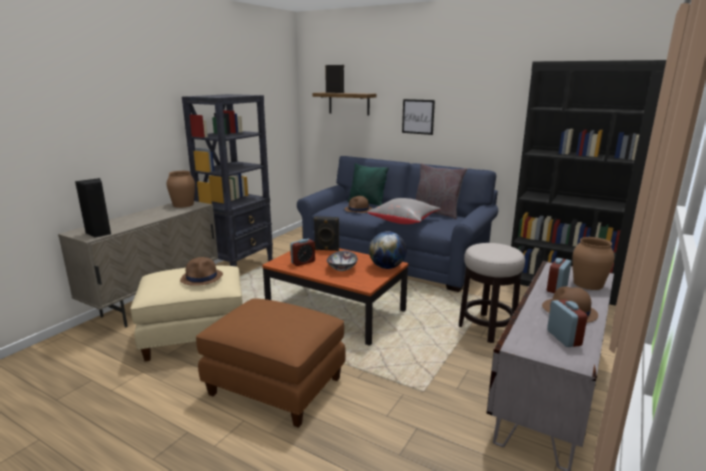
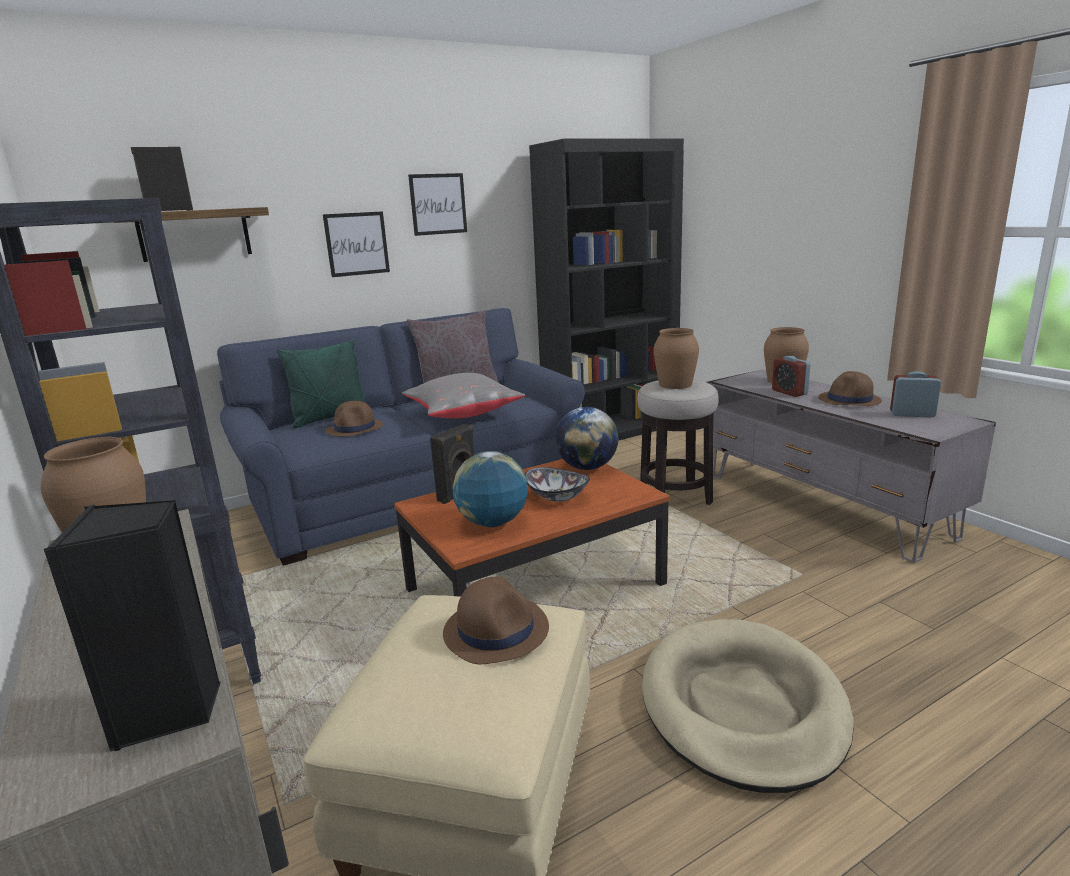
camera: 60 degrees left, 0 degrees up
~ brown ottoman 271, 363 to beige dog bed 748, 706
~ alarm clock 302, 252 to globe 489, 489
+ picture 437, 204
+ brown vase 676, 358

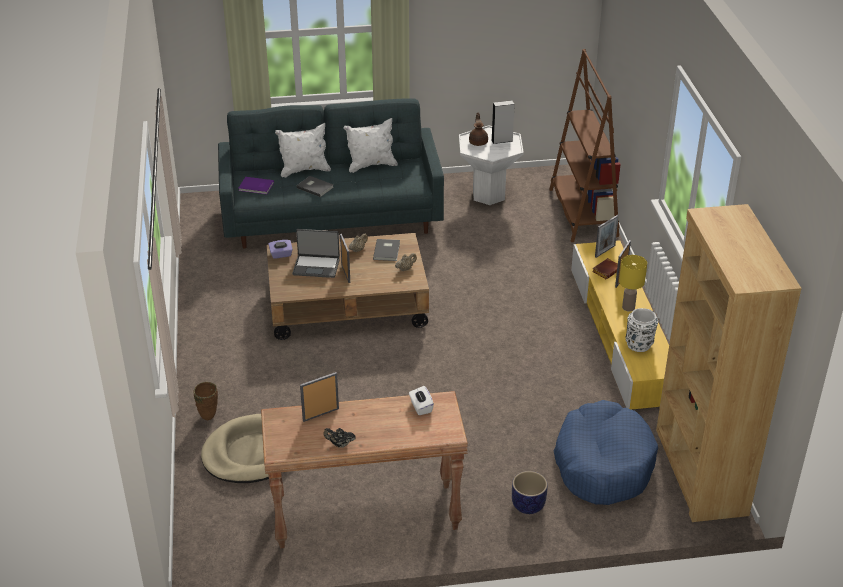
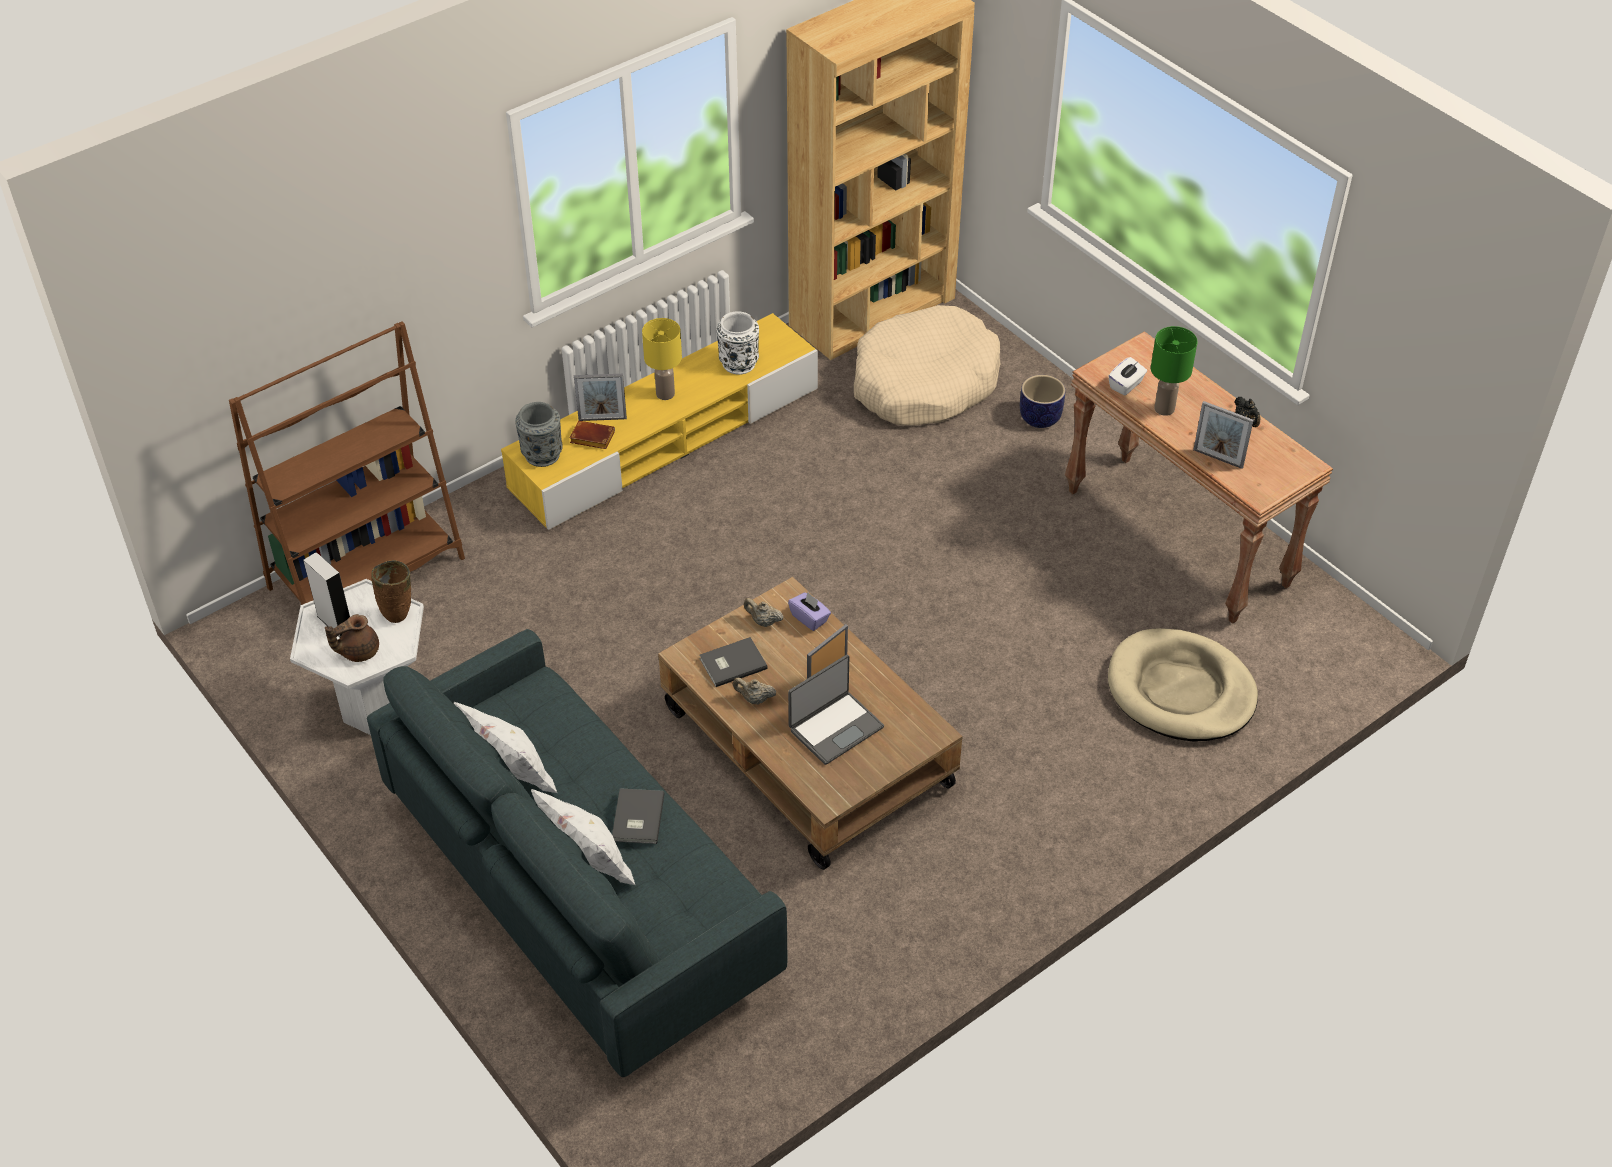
camera: 120 degrees left, 10 degrees up
~ brown vase 205, 401 to 391, 591
- purple book 256, 185
~ purple tissue box 280, 249 to 809, 611
~ laptop 316, 253 = 836, 709 75 degrees clockwise
~ blue dog bed 606, 452 to beige dog bed 927, 365
~ picture frame 607, 236 to grey vase 539, 434
+ green table lamp 1174, 371

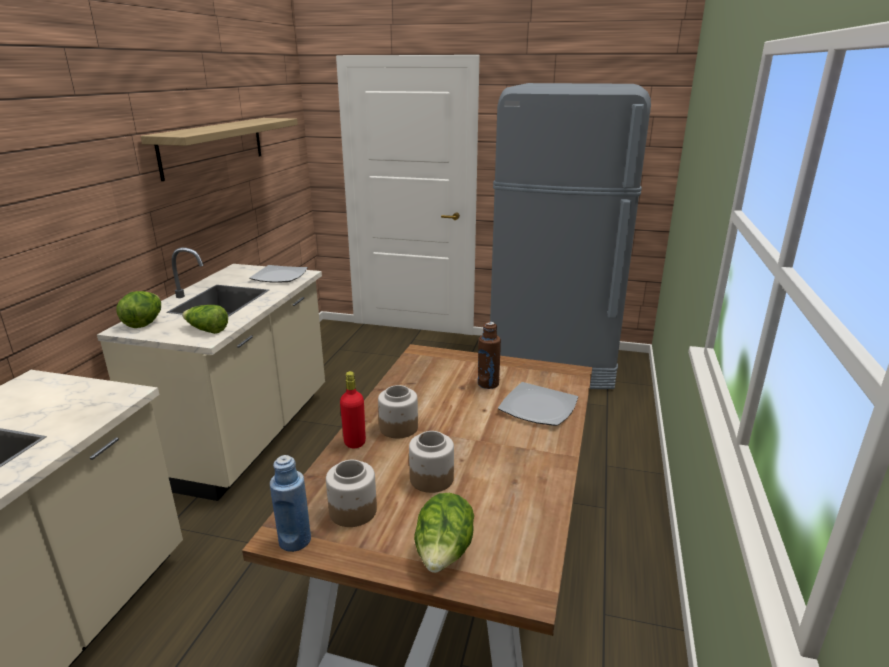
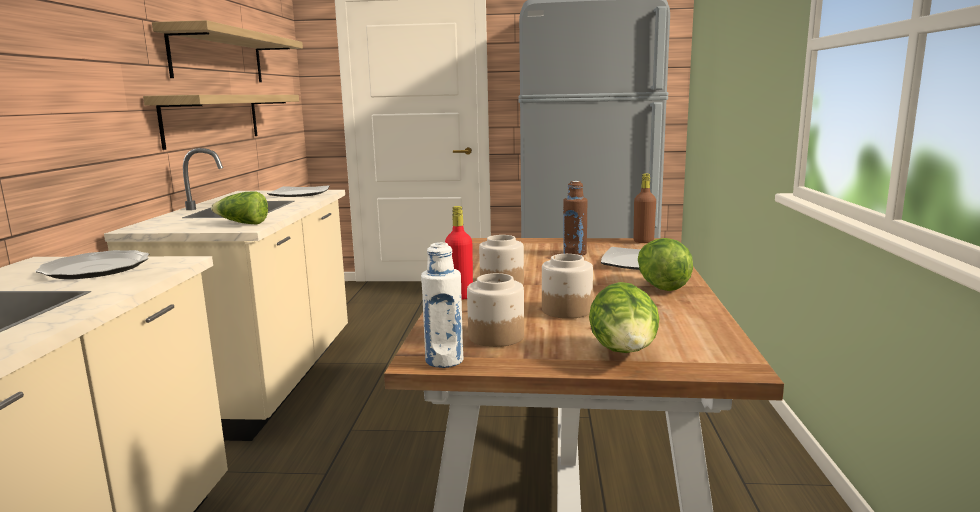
camera: 10 degrees left, 10 degrees down
~ lettuce 139, 309 to 665, 264
~ blue bottle 290, 503 to white bottle 442, 305
+ plate 92, 264
+ shelf 221, 122
+ brown bottle 644, 208

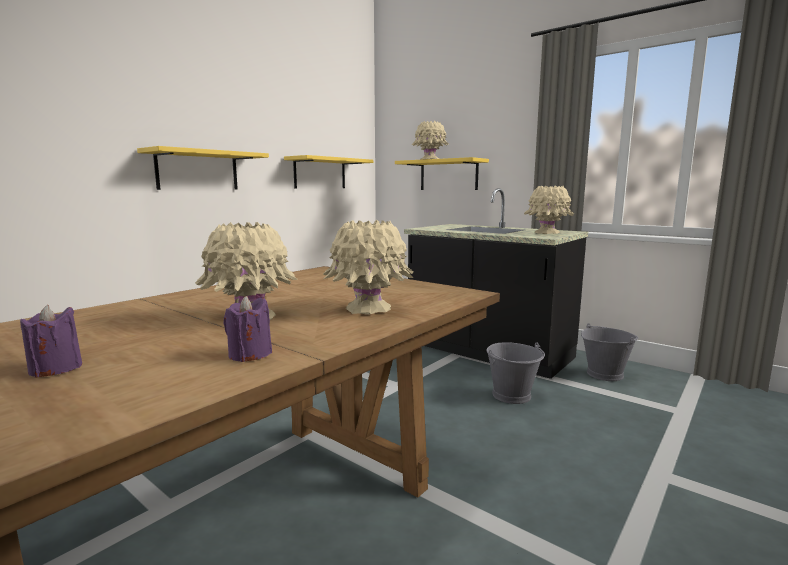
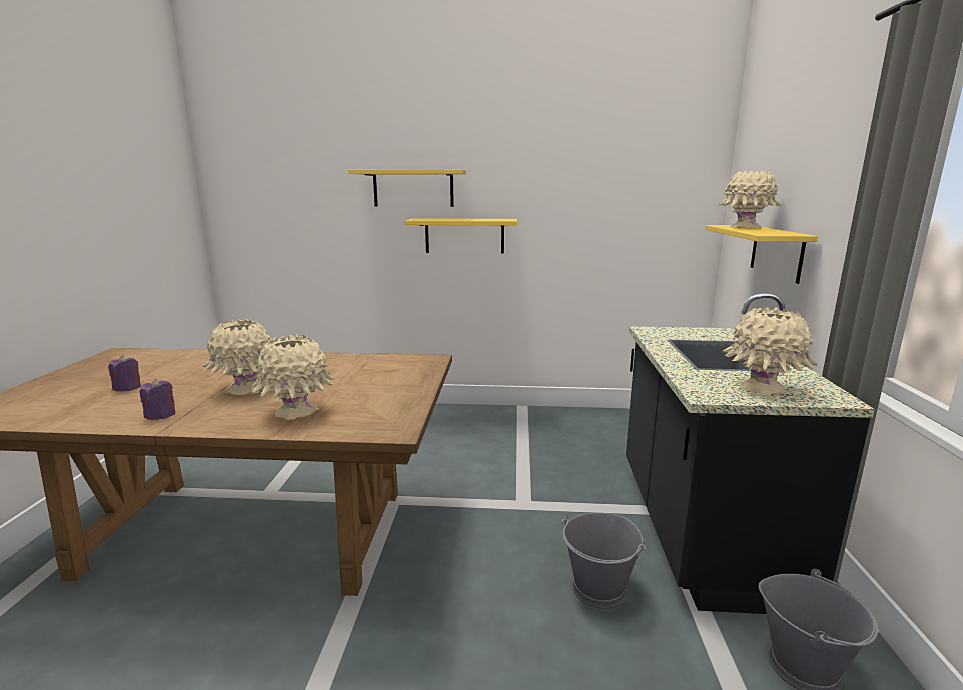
camera: 55 degrees right, 5 degrees up
~ yellow shelf 328, 171 to 407, 188

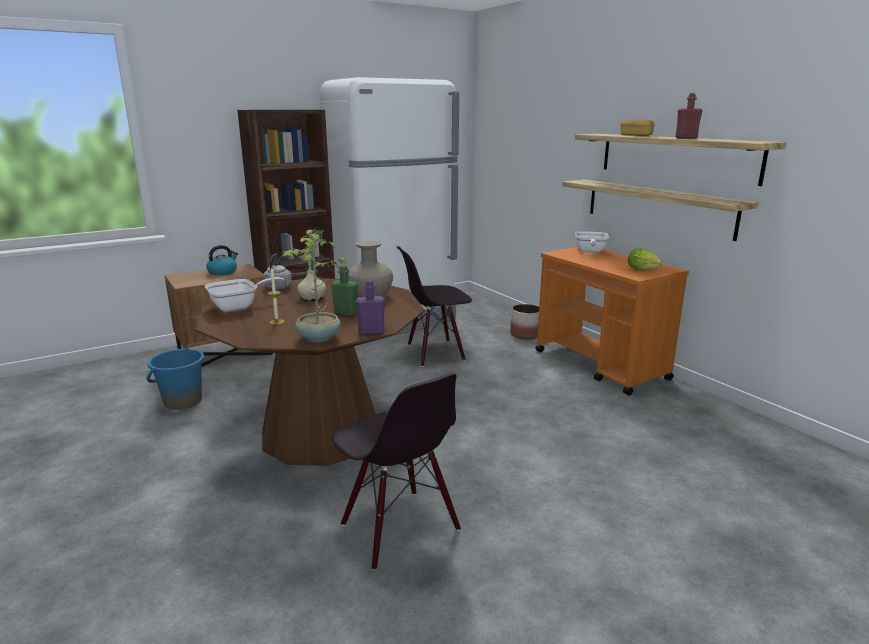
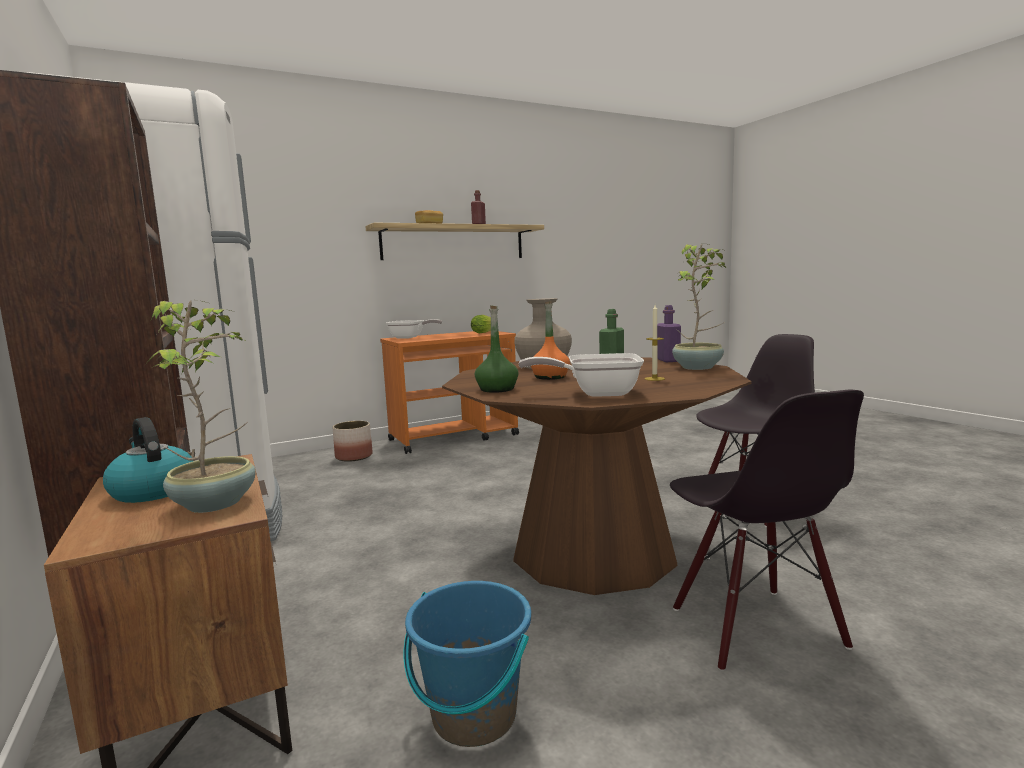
camera: 85 degrees left, 10 degrees down
~ frying pan 245, 294 = 581, 375 60 degrees counterclockwise
~ grey kettle 277, 272 to green bottle 497, 349
~ beige bottle 311, 273 to orange bottle 550, 340
~ black chair 434, 306 to 767, 531
- shelf 660, 210
+ potted plant 202, 406

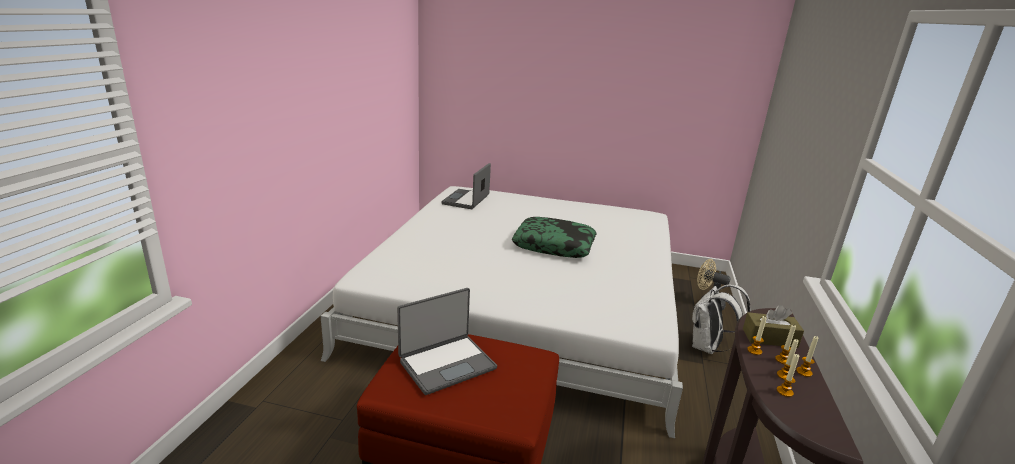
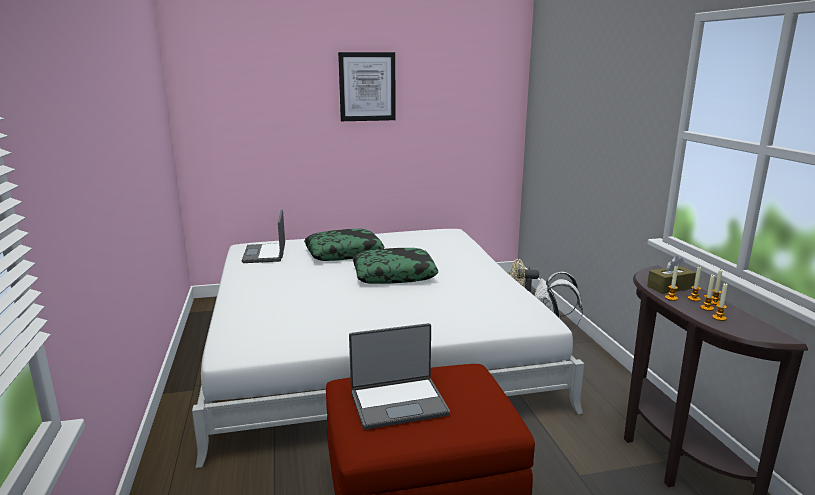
camera: 25 degrees left, 5 degrees down
~ laptop 447, 341 = 399, 376 45 degrees clockwise
+ pillow 344, 245
+ picture 367, 86

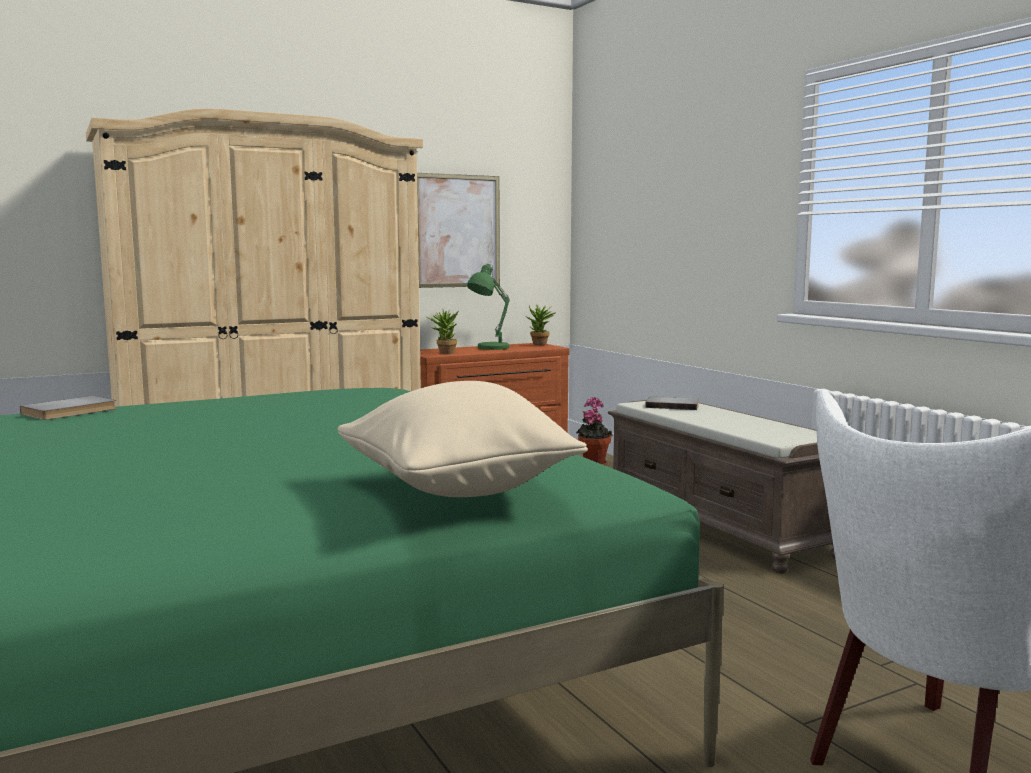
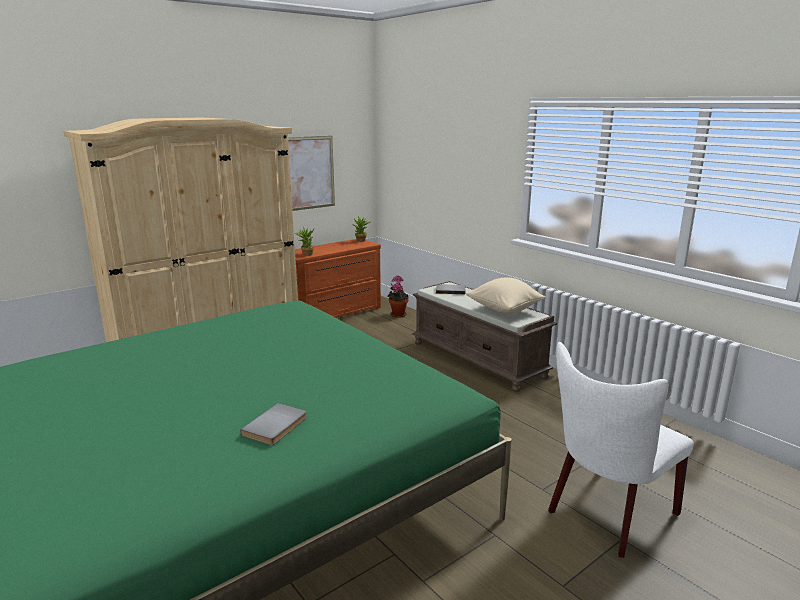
camera: 10 degrees left, 10 degrees up
~ grey book 68, 408 to 273, 424
~ beige pillow 463, 439 to 506, 295
- green table lamp 488, 307

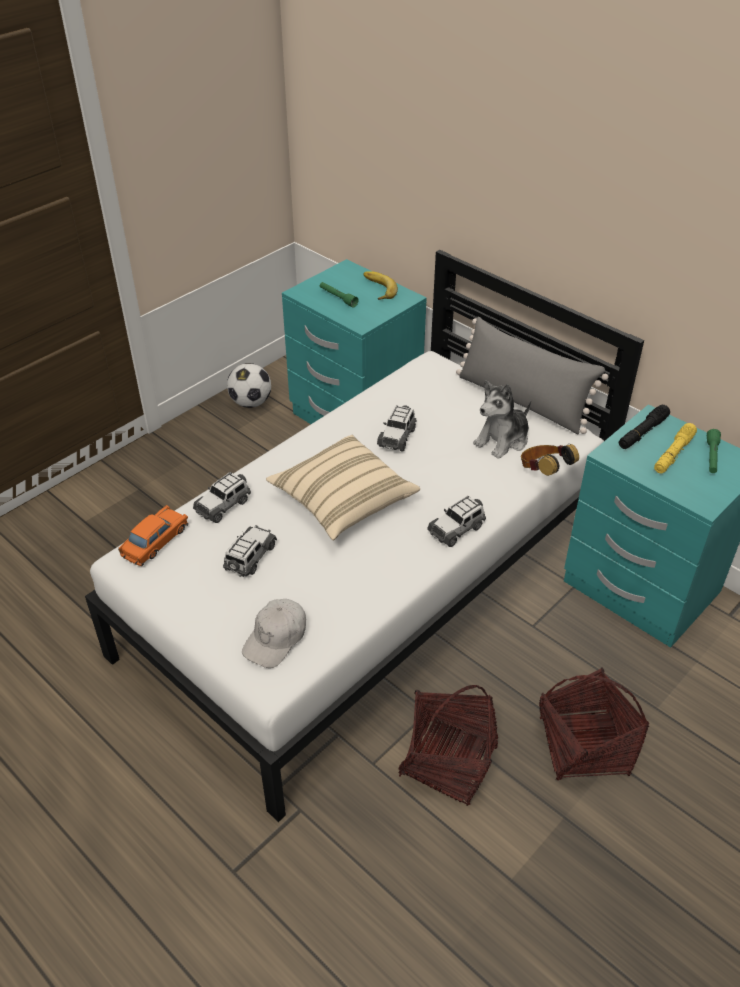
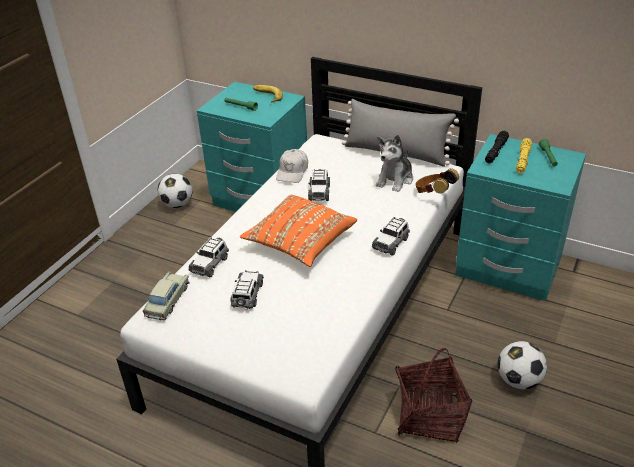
camera: 15 degrees left, 5 degrees down
~ orange toy car 153, 535 to beige toy car 166, 296
~ white cap 274, 633 to 292, 166
~ beige pillow 343, 487 to orange pillow 298, 230
~ basket 594, 724 to football 522, 365

